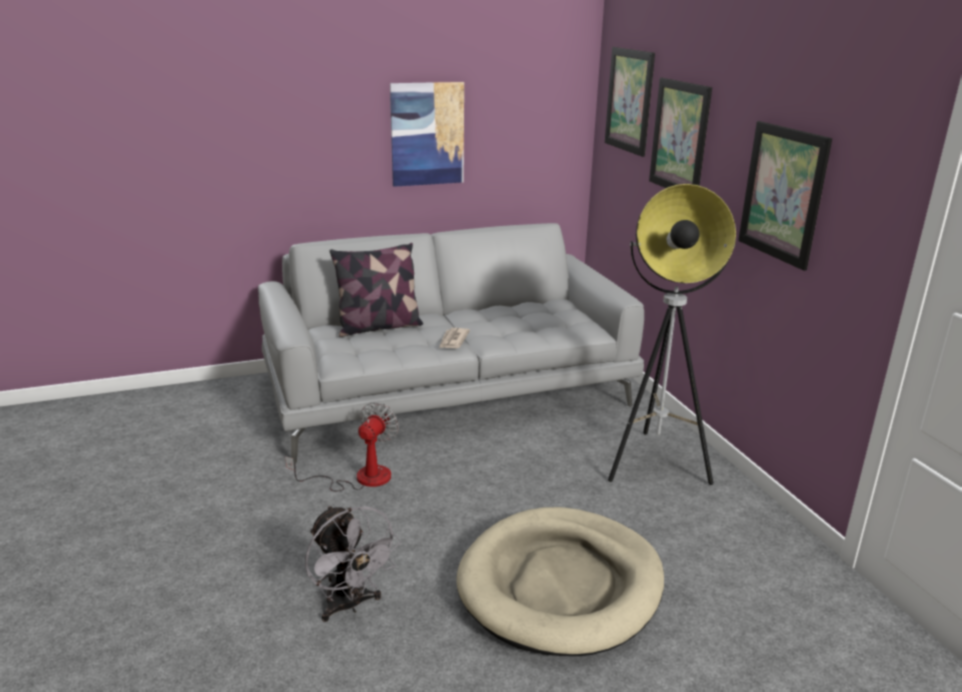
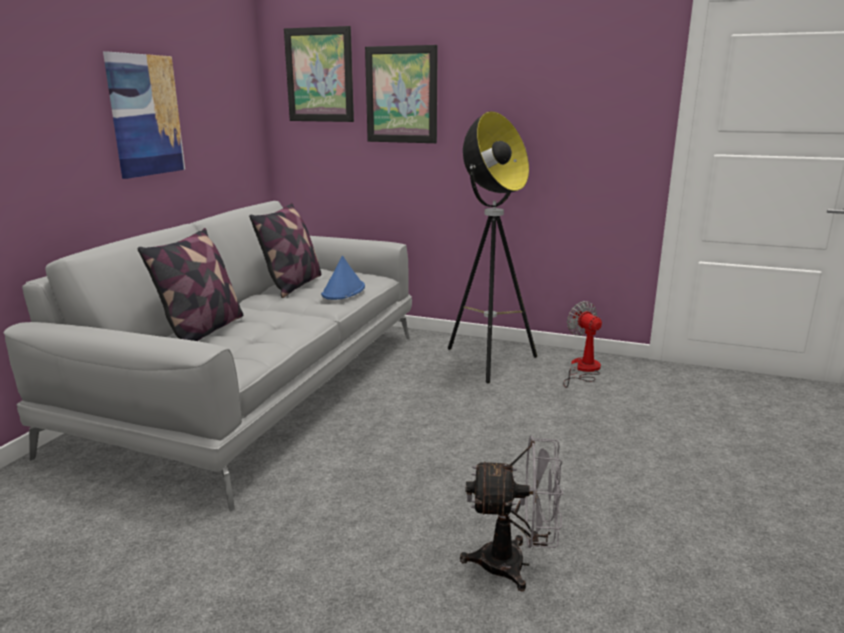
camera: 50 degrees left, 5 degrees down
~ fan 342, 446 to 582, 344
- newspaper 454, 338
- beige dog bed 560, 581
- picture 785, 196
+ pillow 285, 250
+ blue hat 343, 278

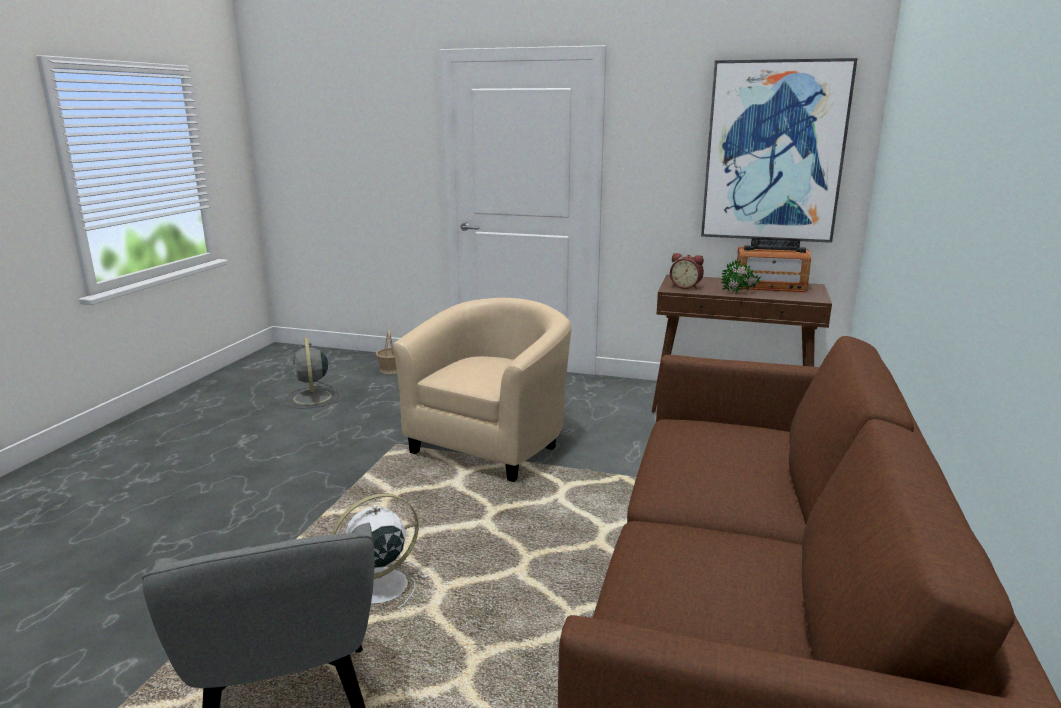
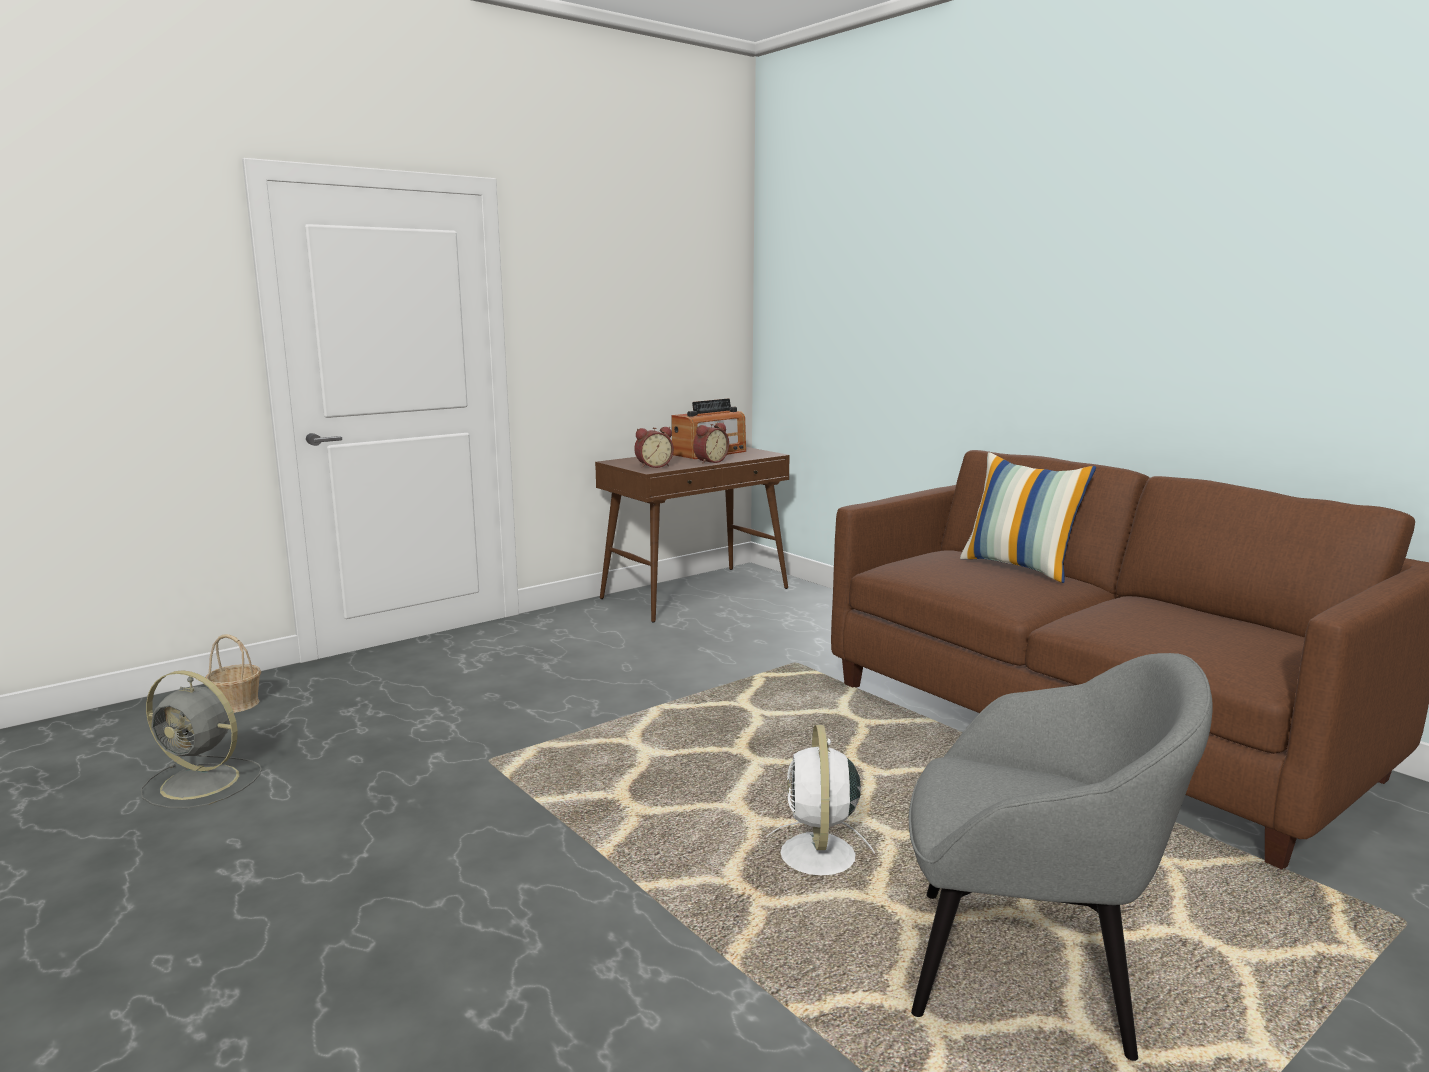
camera: 55 degrees left, 5 degrees down
- beige armchair 482, 390
- picture 779, 150
~ potted plant 741, 276 to alarm clock 711, 443
+ pillow 1028, 517

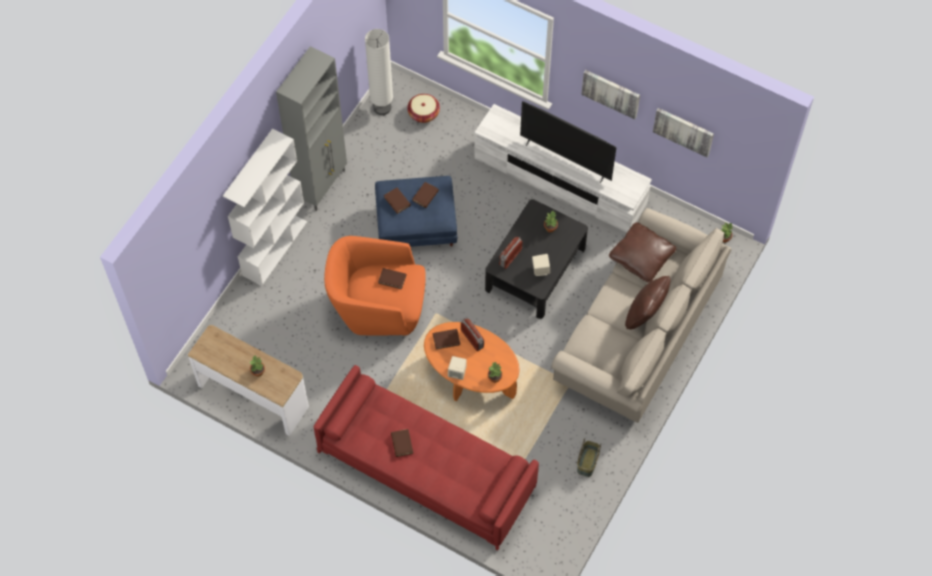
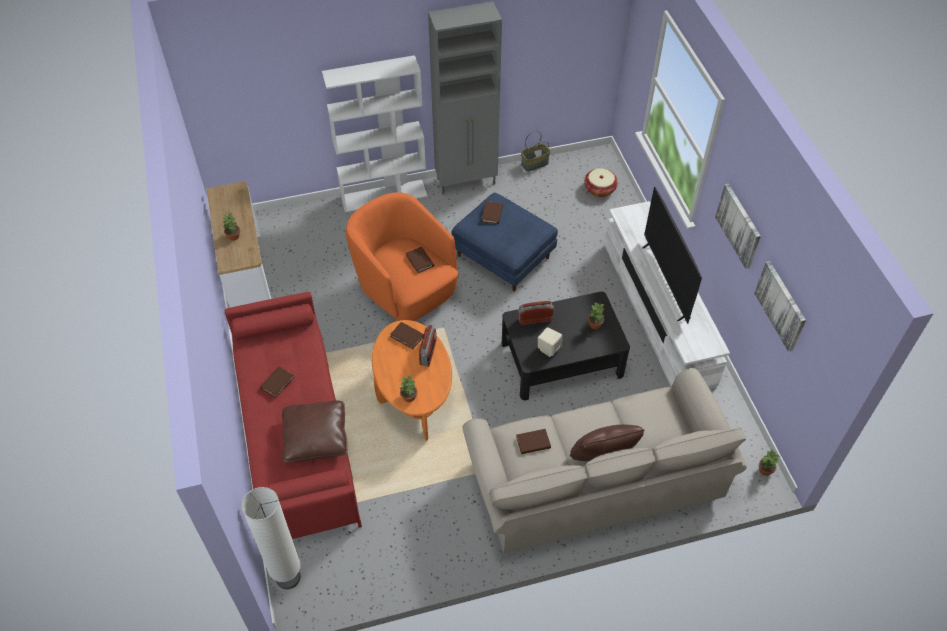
camera: 45 degrees right, 10 degrees down
~ white floor lamp 379, 72 to 271, 538
~ brown book 425, 195 to 533, 441
- beige speaker 457, 368
~ basket 589, 457 to 535, 151
~ brown pillow 643, 252 to 315, 431

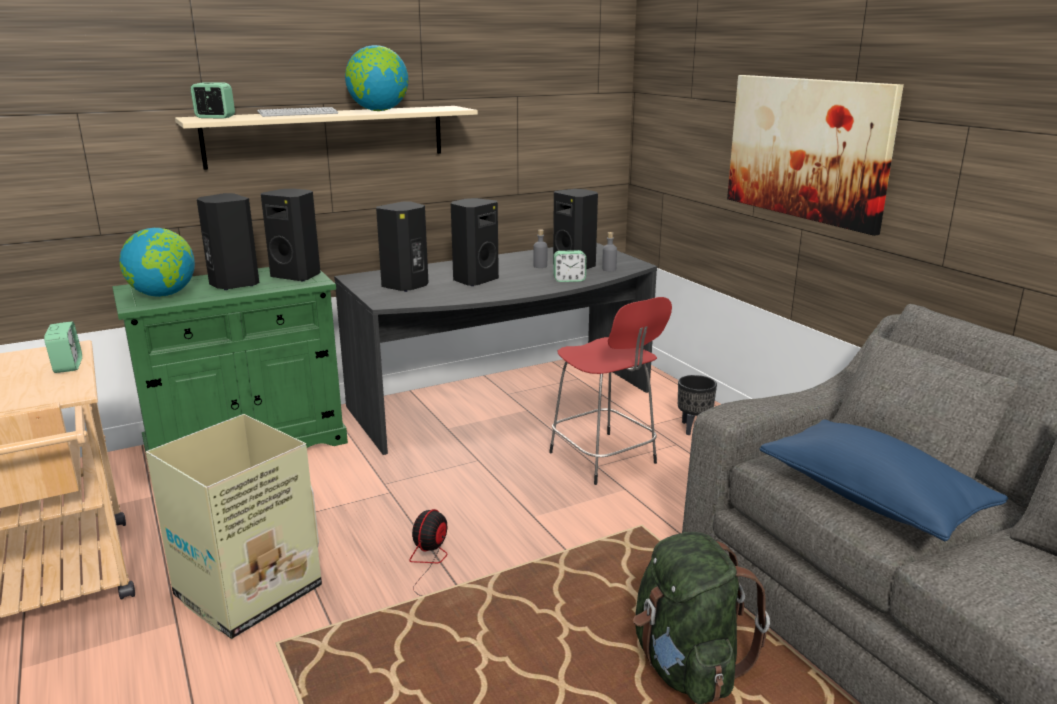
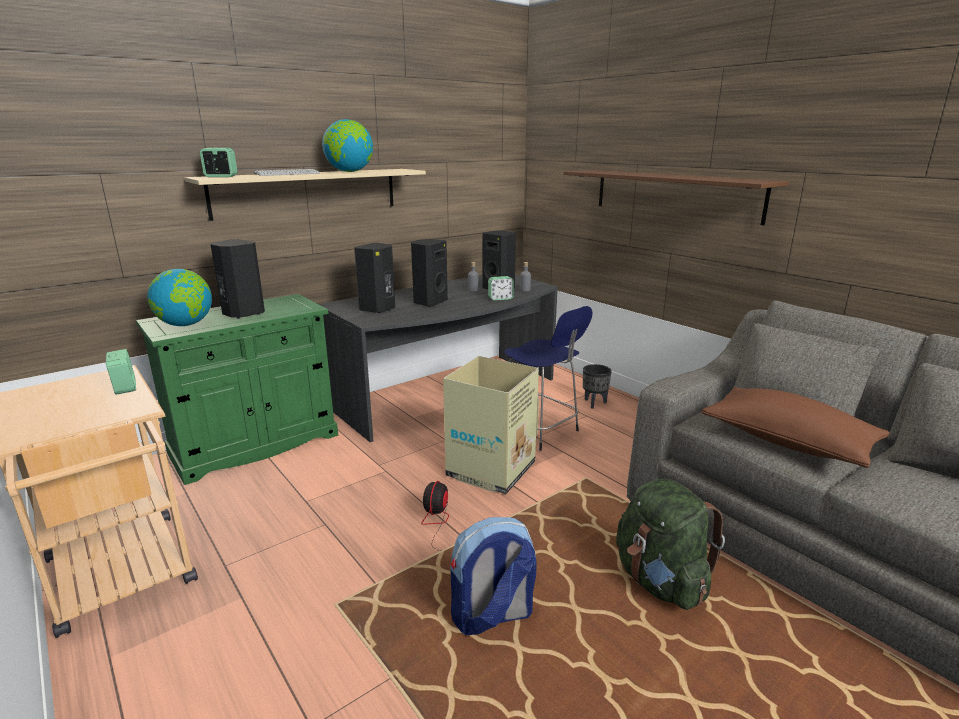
camera: 10 degrees left, 0 degrees up
~ cardboard box 234, 526 to 491, 425
- black speaker 291, 235
~ red stool 610, 391 to blue stool 548, 378
~ picture 815, 155 to brown shelf 676, 197
~ blue pillow 884, 480 to brown pillow 795, 427
+ backpack 493, 576

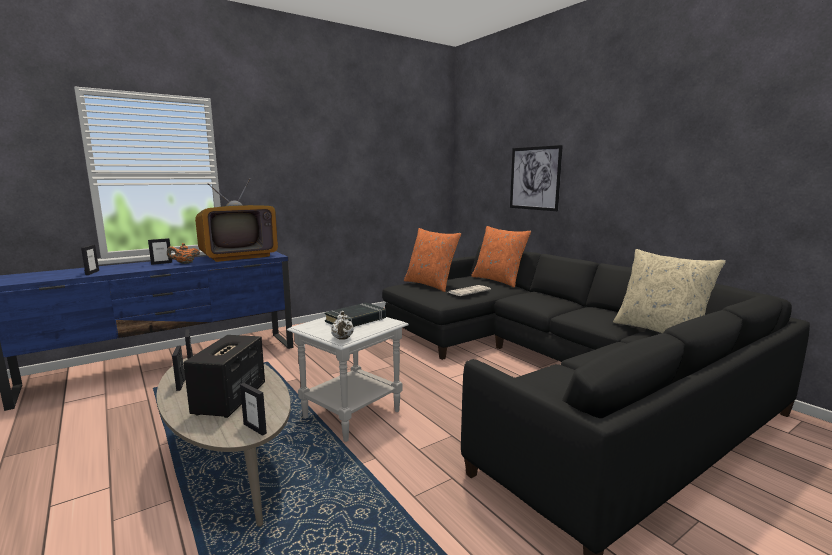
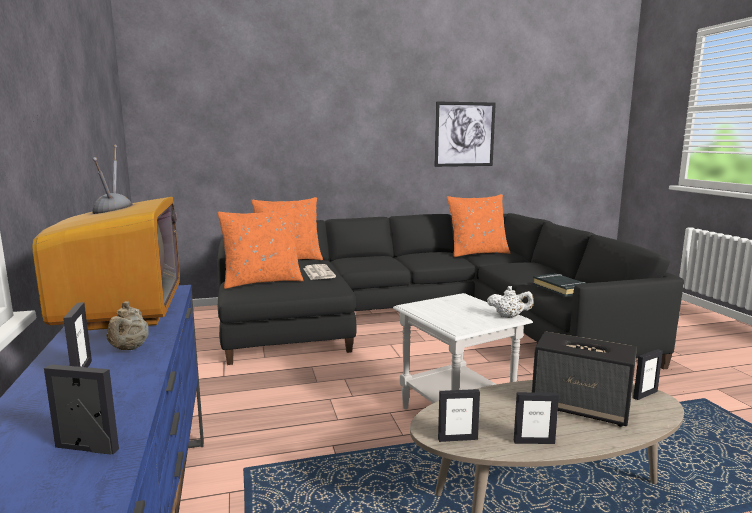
camera: 70 degrees left, 0 degrees up
~ orange teapot 183, 253 to beige teapot 127, 325
~ black book 355, 315 to 559, 285
~ picture 536, 178 to 465, 134
~ beige pillow 669, 291 to orange pillow 478, 225

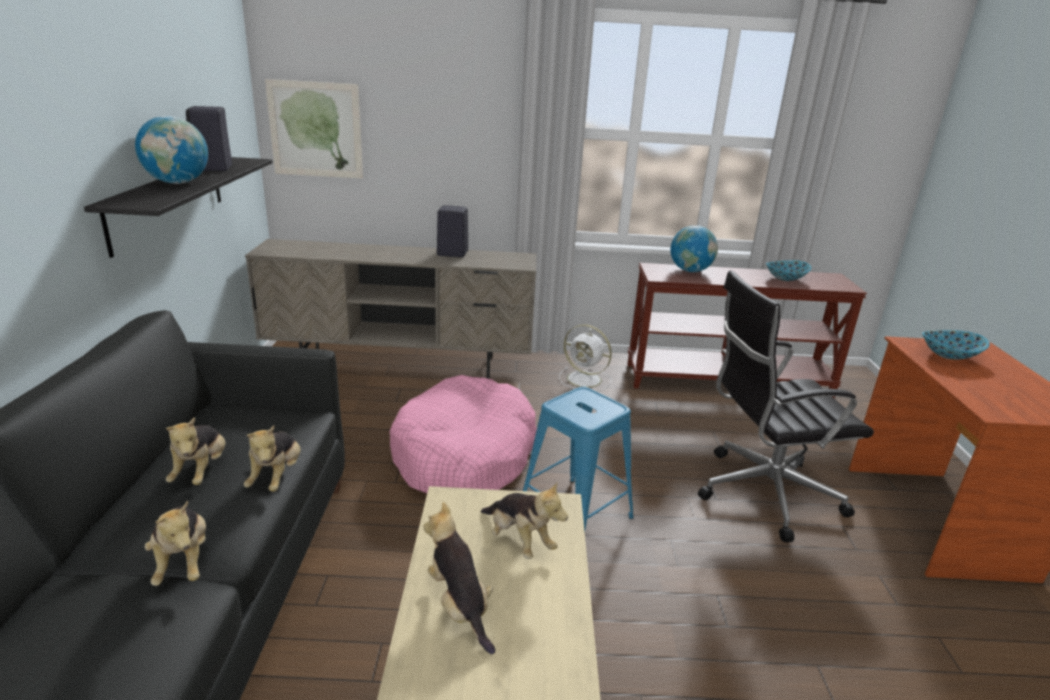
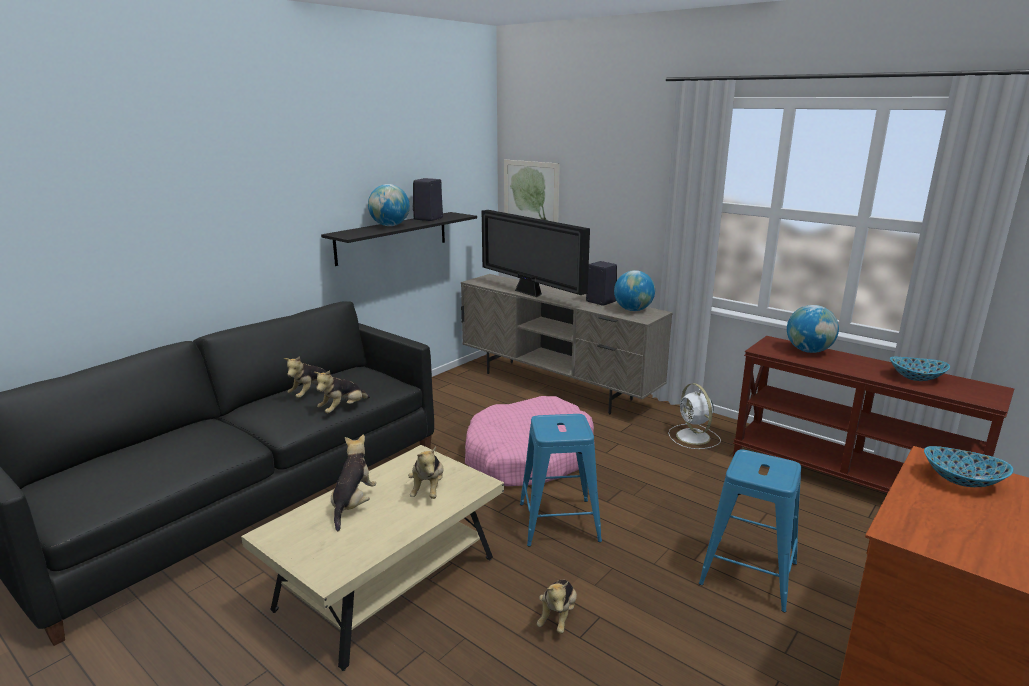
camera: 40 degrees right, 5 degrees down
~ plush toy 175, 543 to 557, 606
~ black office chair 786, 406 to blue stool 750, 530
+ television 536, 253
+ globe 634, 290

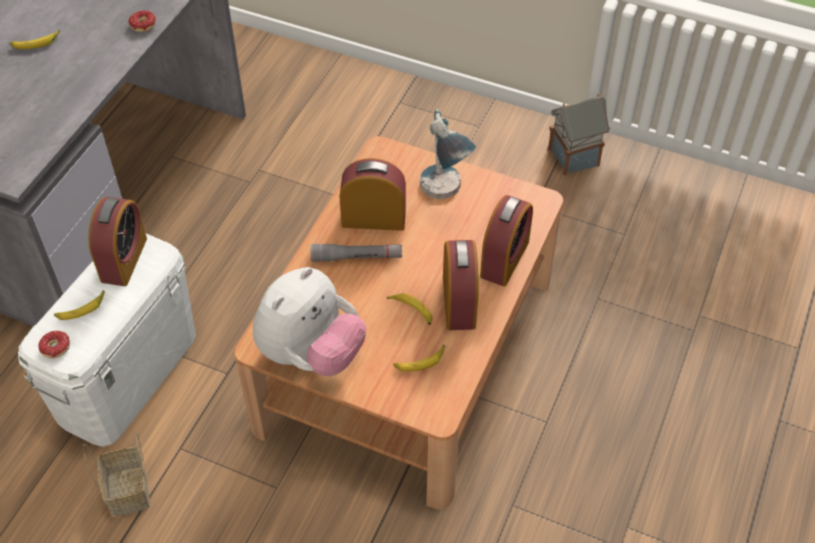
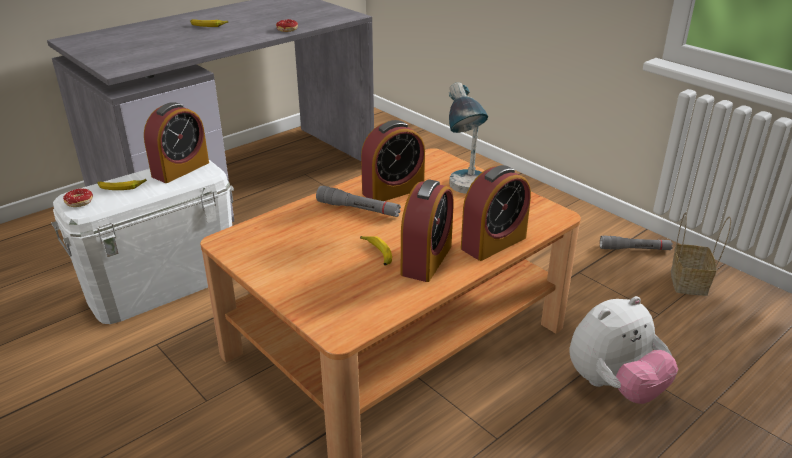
camera: 25 degrees right, 20 degrees down
~ basket 116, 474 to 701, 254
~ plush toy 309, 321 to 624, 350
~ alarm clock 372, 194 = 393, 160 120 degrees clockwise
- banana 419, 358
~ toy house 579, 134 to grey flashlight 636, 243

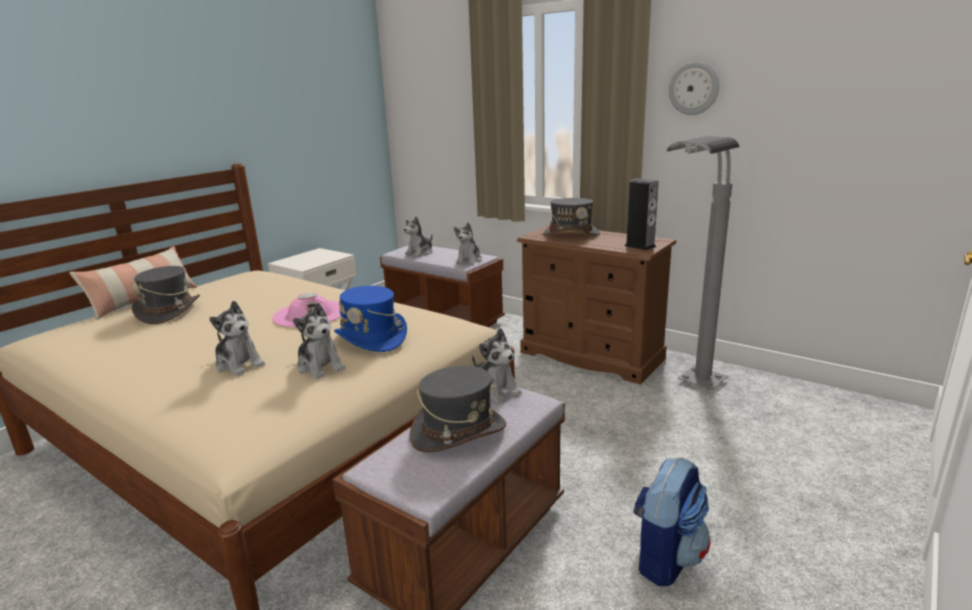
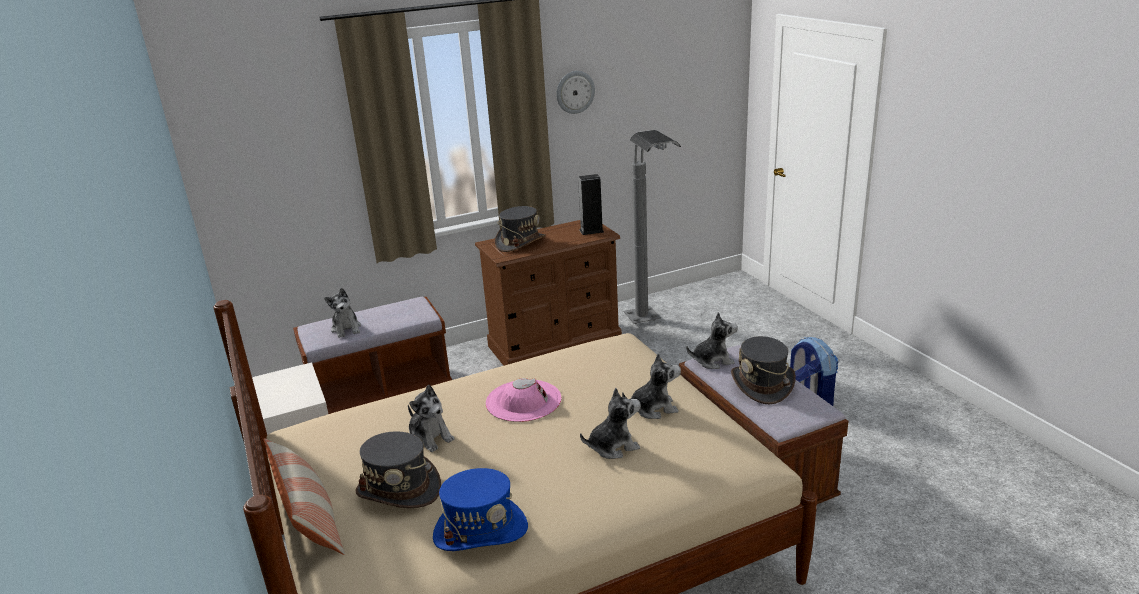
camera: 60 degrees left, 5 degrees up
~ blue hat 370, 319 to 480, 509
~ plush toy 468, 243 to 431, 418

